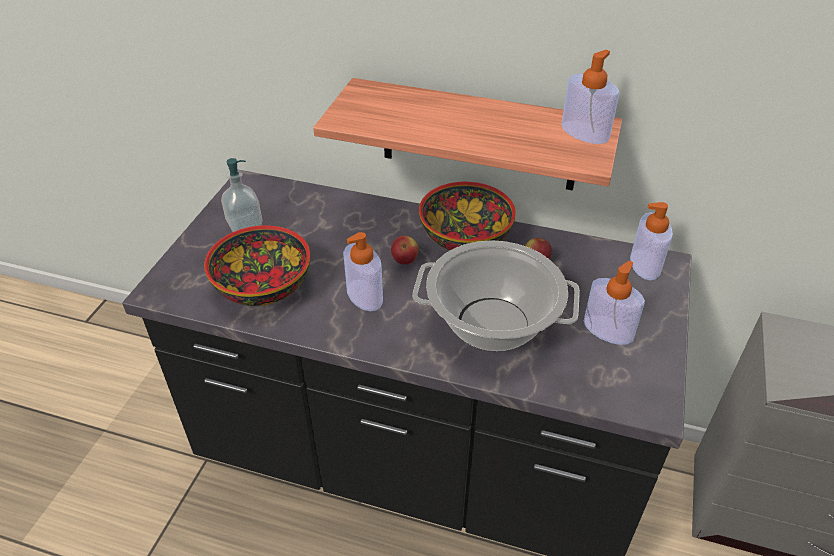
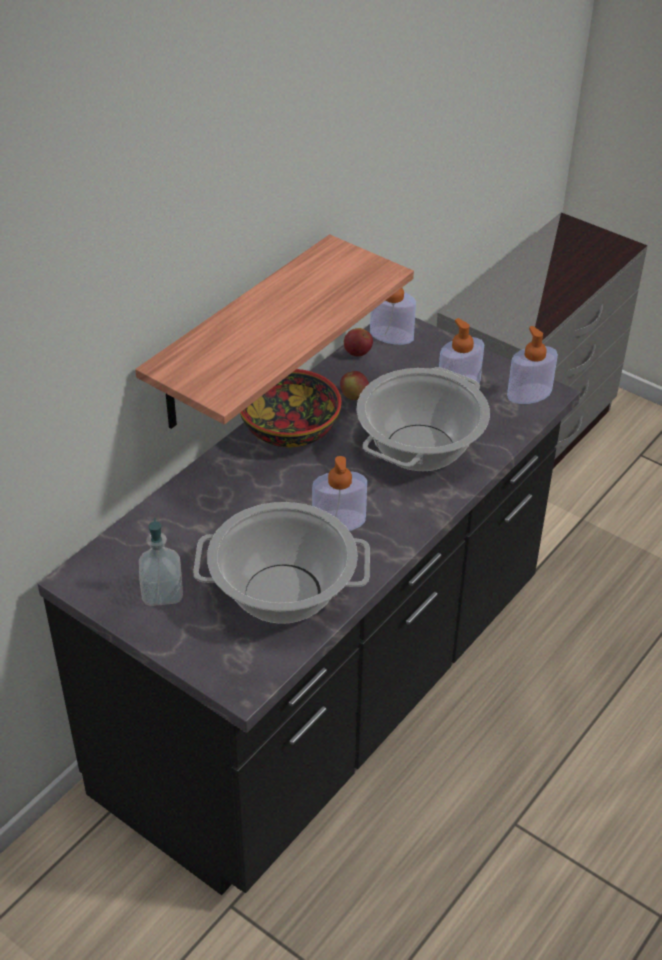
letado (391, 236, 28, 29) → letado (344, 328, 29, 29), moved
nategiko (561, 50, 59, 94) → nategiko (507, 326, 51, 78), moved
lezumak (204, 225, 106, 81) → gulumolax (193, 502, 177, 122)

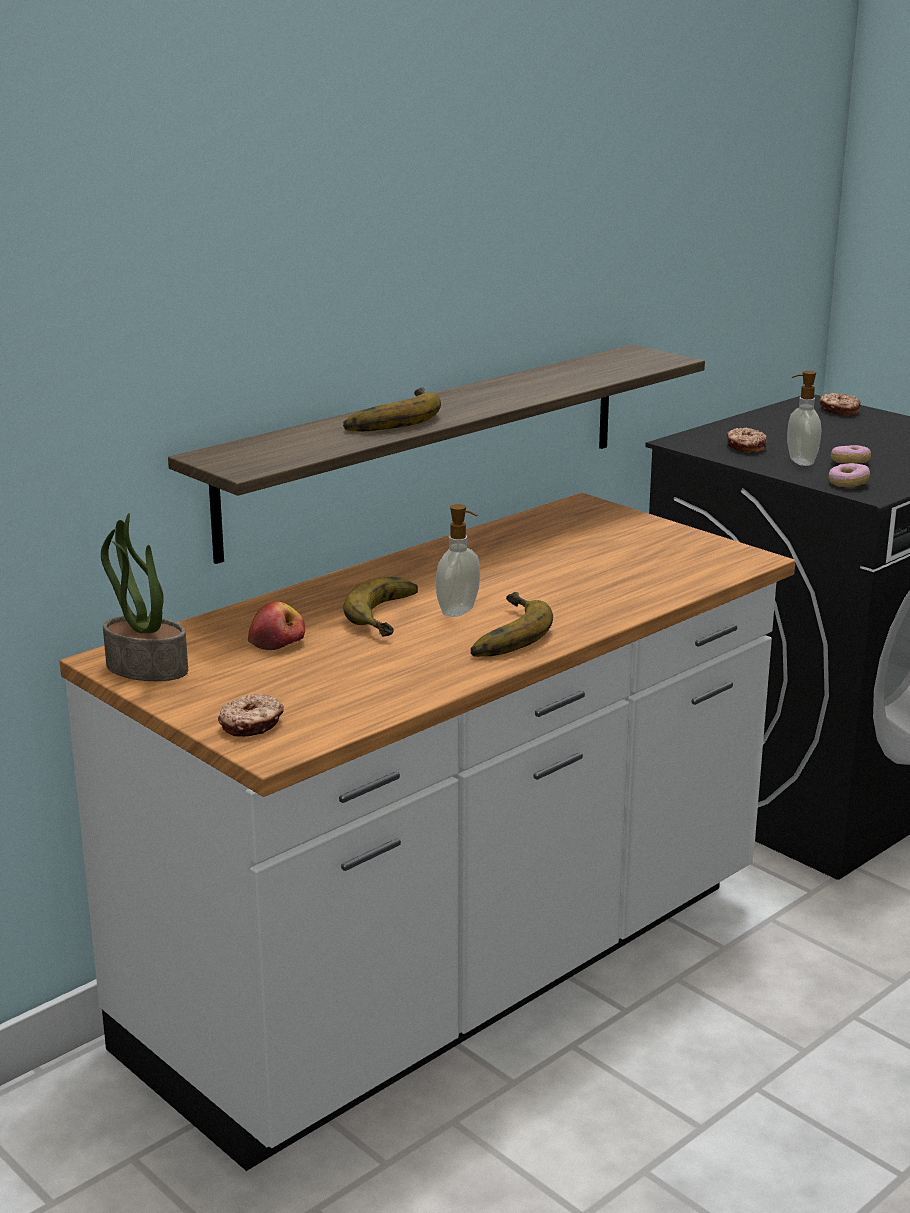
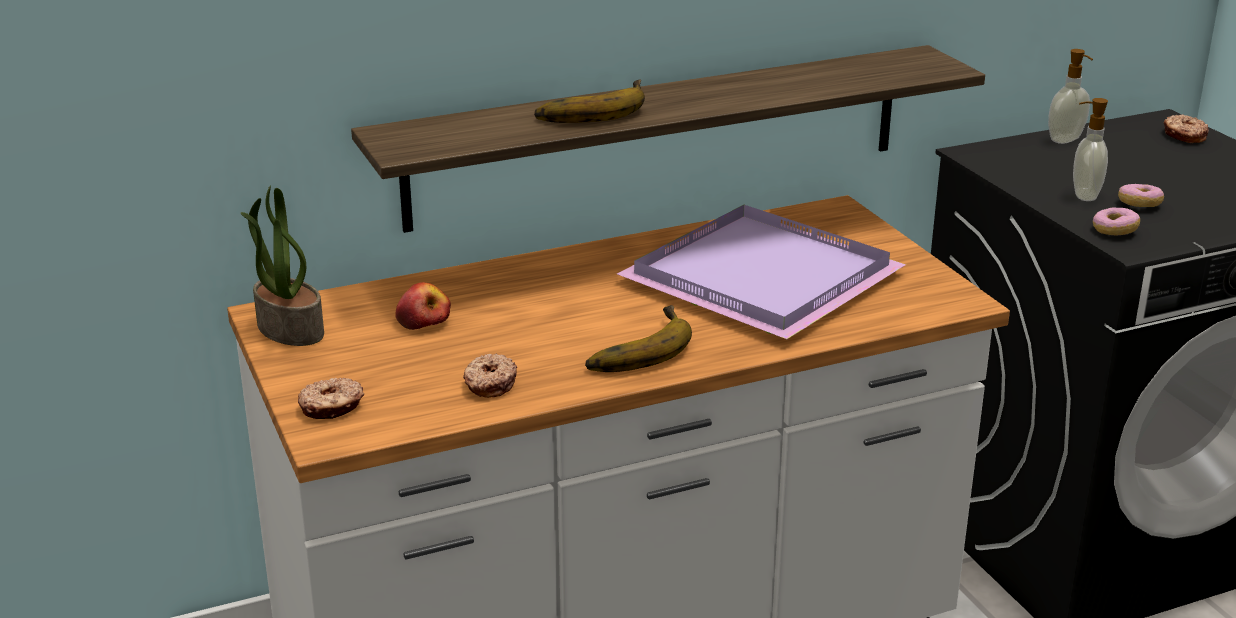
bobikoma (343, 577, 75, 60) → -
- → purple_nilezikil (617, 205, 289, 134)
nategiko (436, 504, 44, 113) → nategiko (1048, 49, 45, 95), moved
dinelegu (727, 427, 40, 26) → dinelegu (463, 354, 54, 44), moved

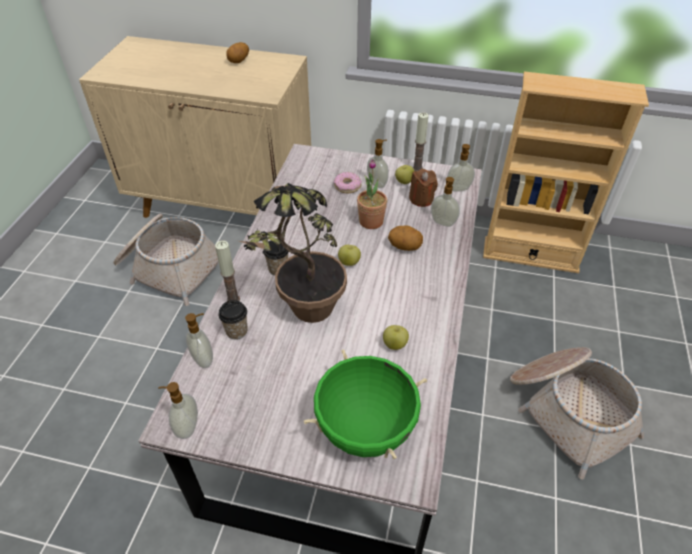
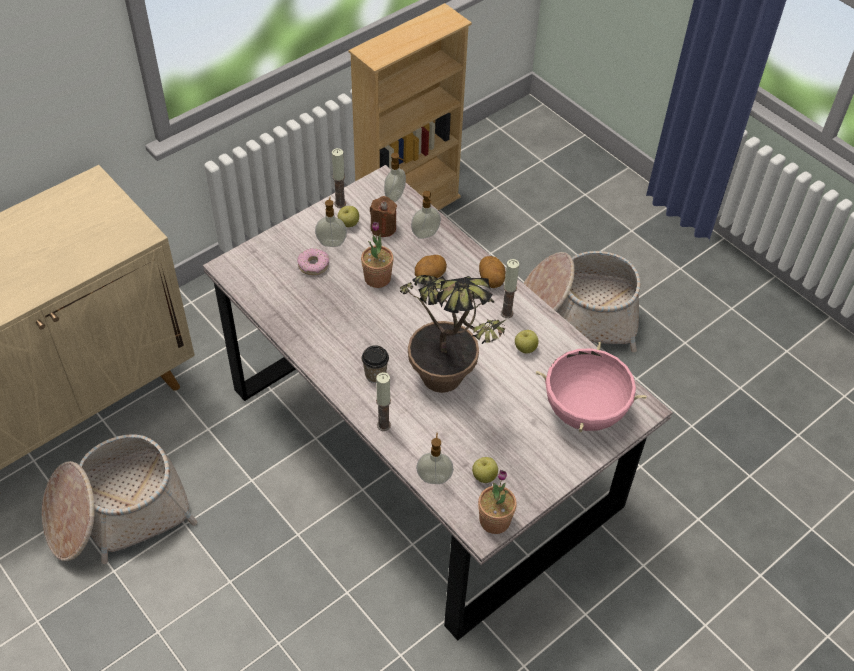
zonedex (218, 300, 30, 40) → -
- → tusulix (501, 259, 18, 59)
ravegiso (226, 42, 23, 21) → ravegiso (479, 256, 26, 32), moved
letado (338, 245, 23, 21) → letado (472, 457, 26, 26), moved
nategiko (159, 382, 39, 57) → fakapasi (478, 470, 39, 64)
green_gulumolax (304, 349, 123, 110) → pink_gulumolax (536, 342, 111, 90)

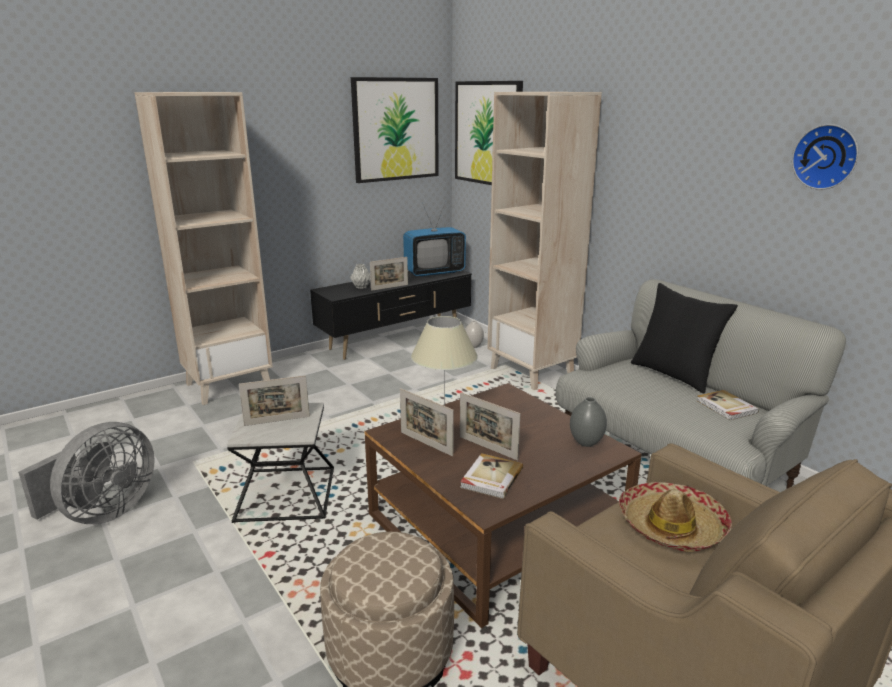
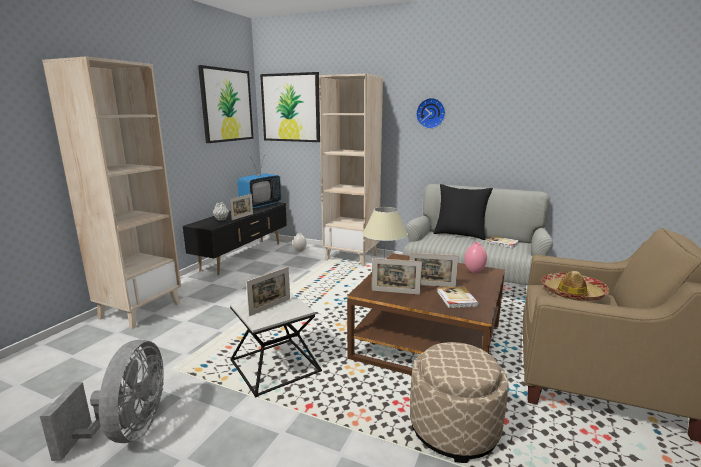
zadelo (792, 124, 66, 66) → zadelo (416, 98, 29, 31), moved
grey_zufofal (570, 397, 37, 50) → pink_zufofal (464, 242, 23, 31)

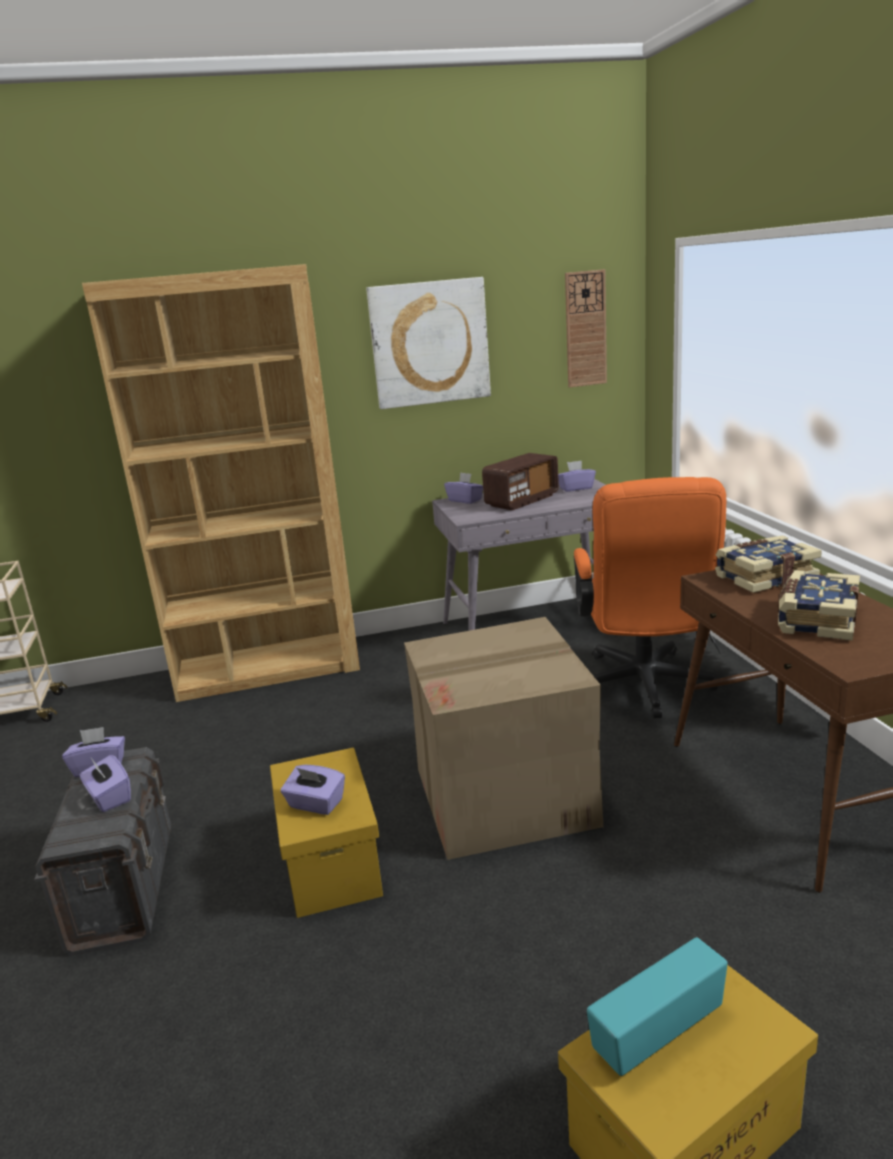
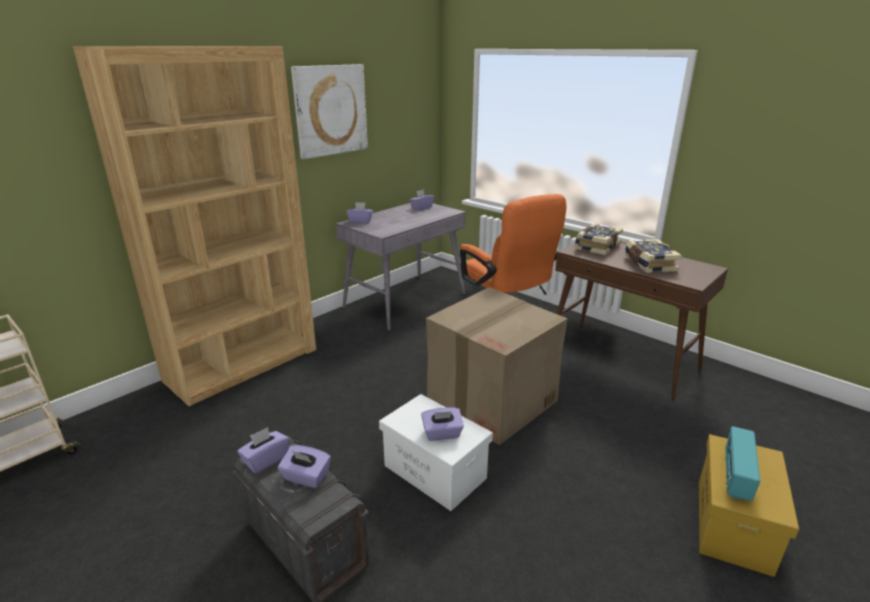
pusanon (482, 453, 77, 57) → -
zadelo (565, 269, 42, 119) → -
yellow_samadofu (270, 748, 113, 170) → white_samadofu (379, 394, 114, 117)

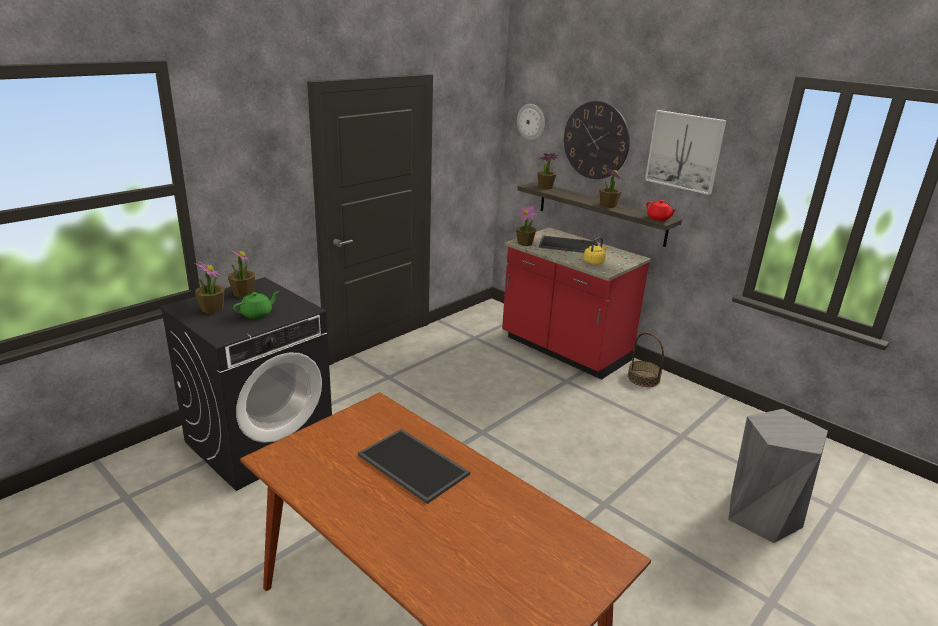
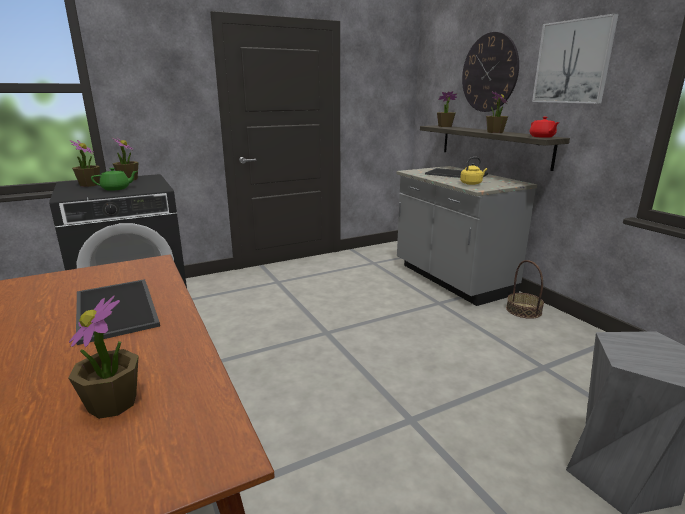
zadelo (517, 104, 28, 37) → -
fakapasi (516, 205, 21, 41) → fakapasi (68, 296, 71, 123), moved
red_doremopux (502, 227, 149, 153) → grey_doremopux (396, 166, 141, 140)

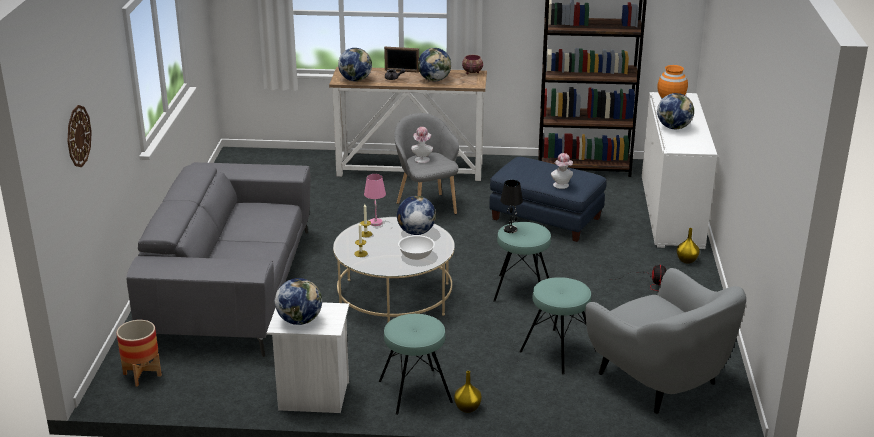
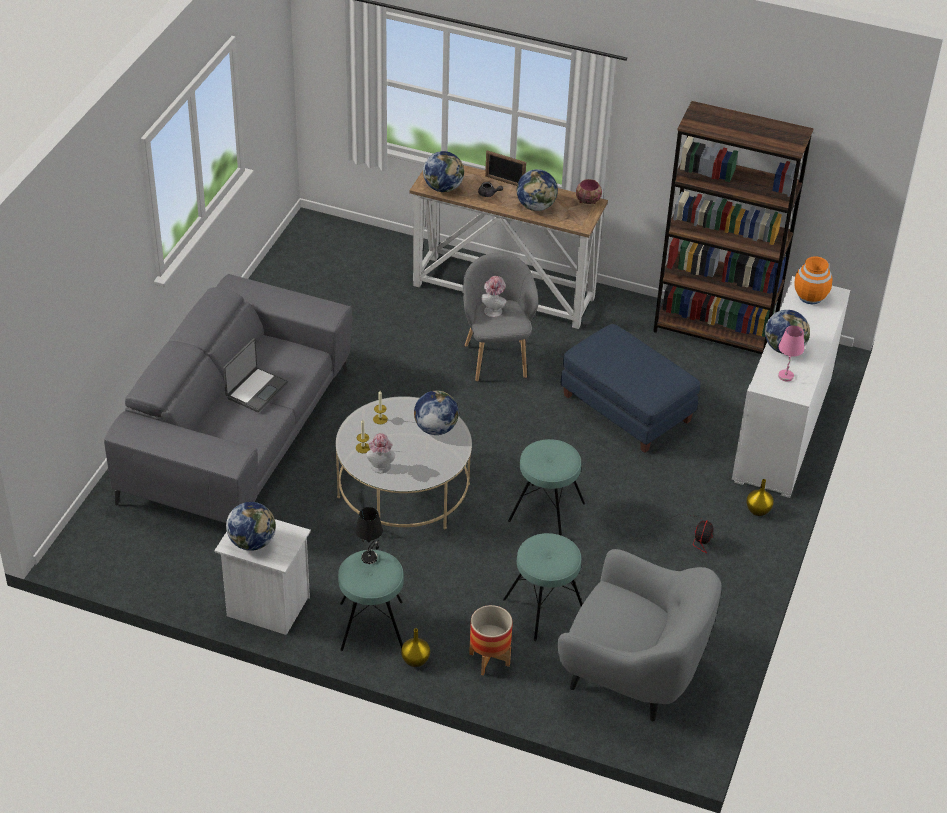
zadelo (68, 105, 24, 62) → -
white_lezumak (398, 235, 37, 25) → -
- → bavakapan (223, 338, 65, 74)
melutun (117, 320, 45, 66) → melutun (469, 605, 44, 71), moved
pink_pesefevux (364, 174, 22, 52) → pink_pesefevux (778, 325, 26, 57), moved
black_pesefevux (500, 180, 23, 53) → black_pesefevux (355, 507, 28, 57), moved
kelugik (551, 153, 22, 36) → kelugik (366, 433, 29, 40), moved
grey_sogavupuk (585, 268, 161, 146) → grey_sogavupuk (558, 549, 164, 172), 45 degrees counterclockwise

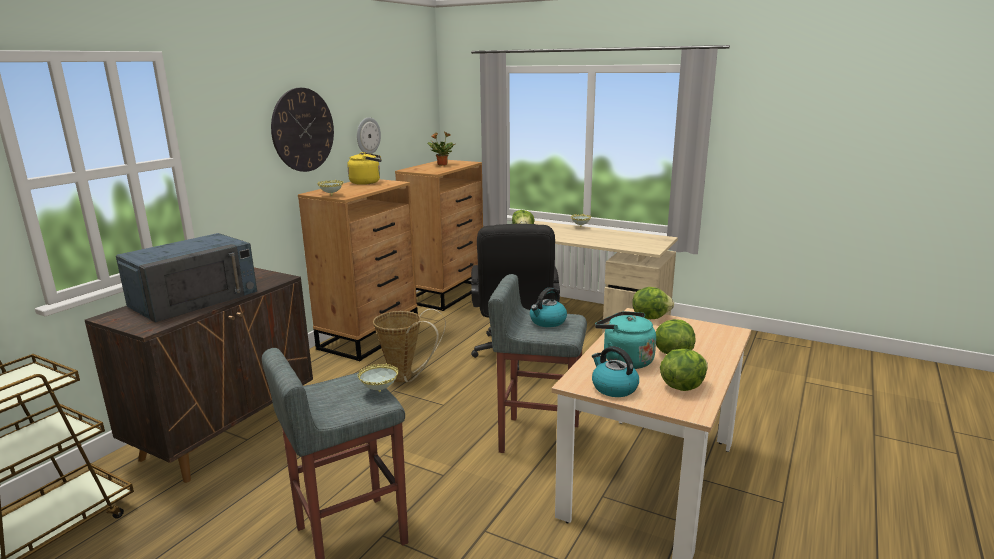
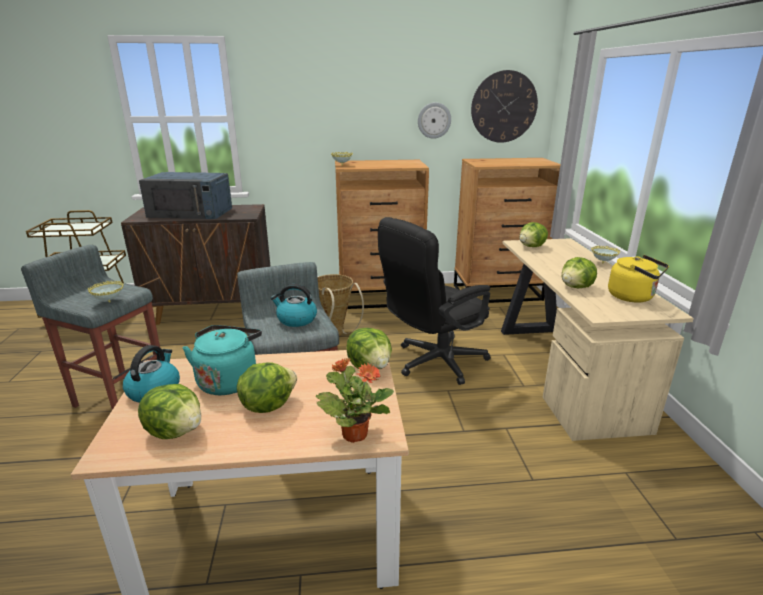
- → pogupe (562, 257, 35, 31)
zadelo (271, 88, 63, 84) → zadelo (471, 70, 67, 73), moved
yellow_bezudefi (347, 152, 35, 33) → yellow_bezudefi (608, 255, 61, 47), moved
fakapasi (427, 131, 28, 35) → fakapasi (316, 358, 78, 85), moved

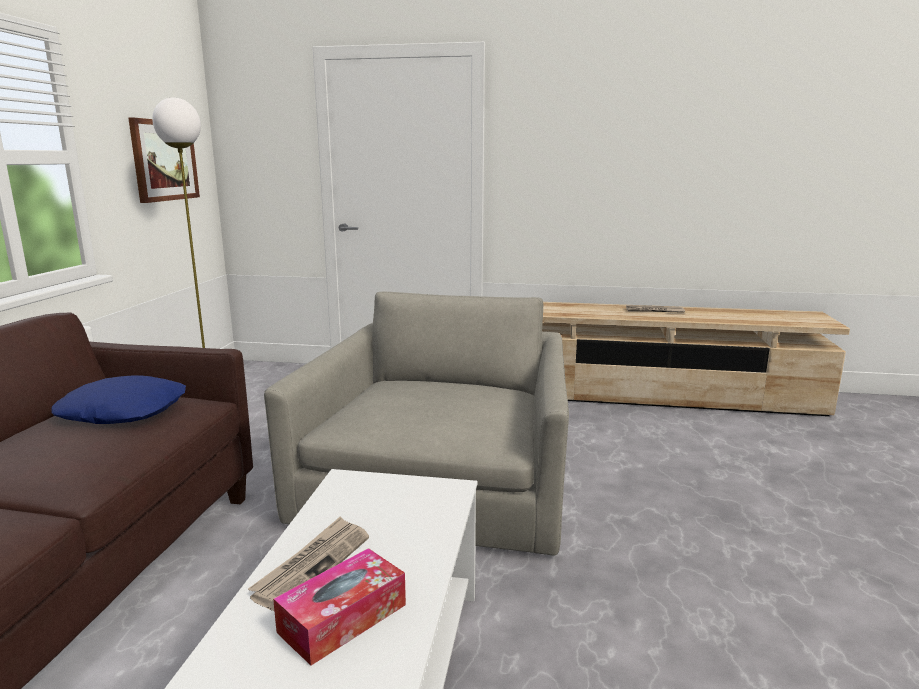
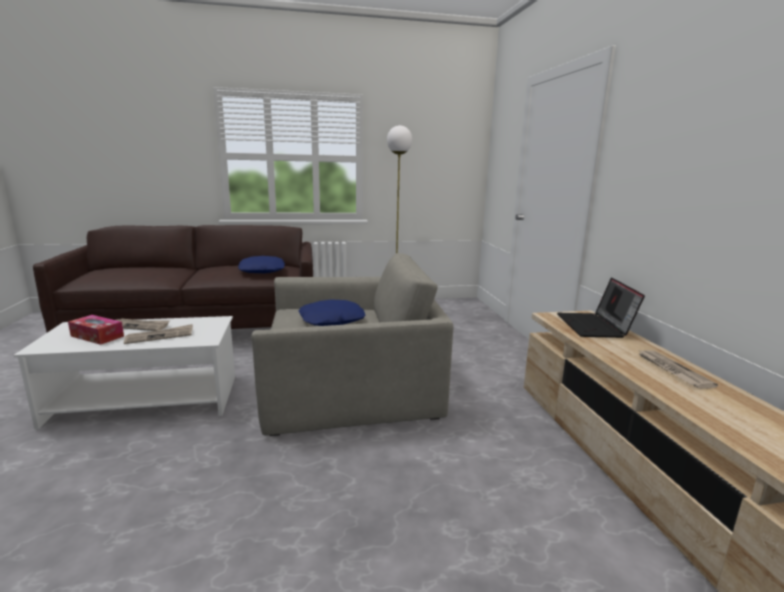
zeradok (128, 118, 72, 85) → -
- → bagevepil (124, 324, 69, 20)
- → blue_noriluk (299, 299, 66, 27)
- → bavakapan (557, 277, 88, 61)

